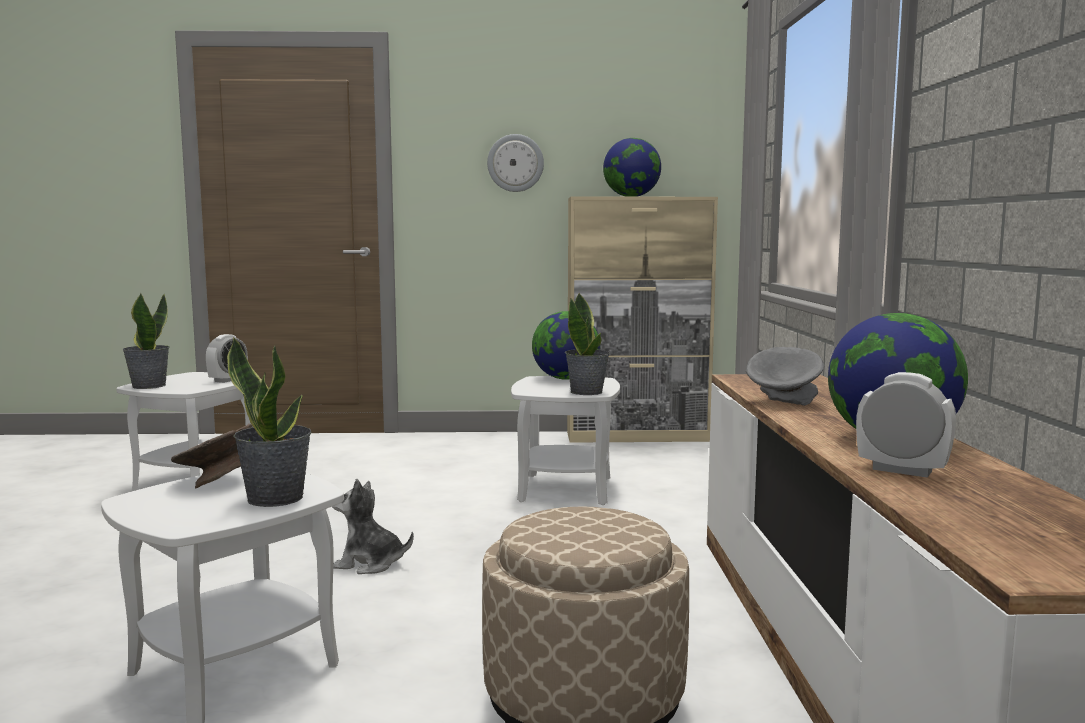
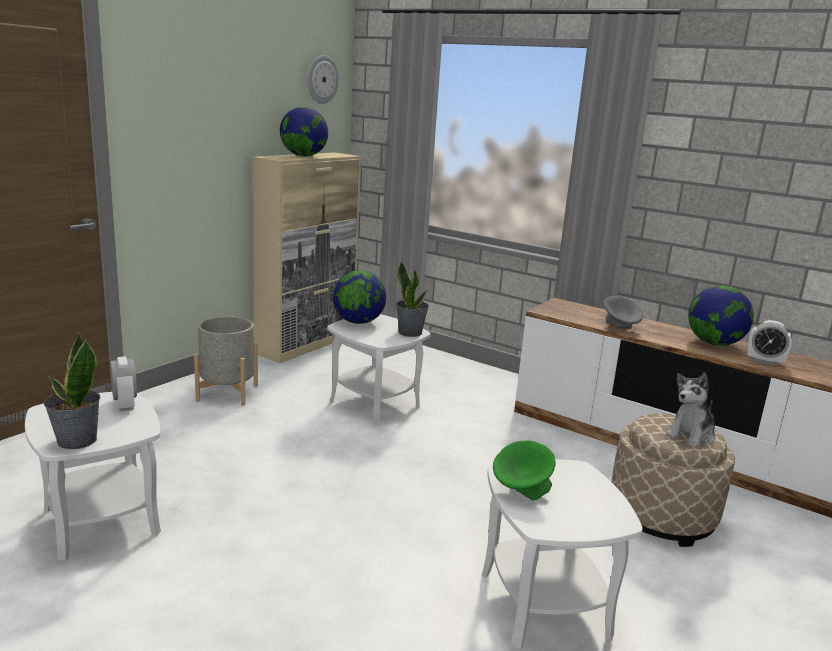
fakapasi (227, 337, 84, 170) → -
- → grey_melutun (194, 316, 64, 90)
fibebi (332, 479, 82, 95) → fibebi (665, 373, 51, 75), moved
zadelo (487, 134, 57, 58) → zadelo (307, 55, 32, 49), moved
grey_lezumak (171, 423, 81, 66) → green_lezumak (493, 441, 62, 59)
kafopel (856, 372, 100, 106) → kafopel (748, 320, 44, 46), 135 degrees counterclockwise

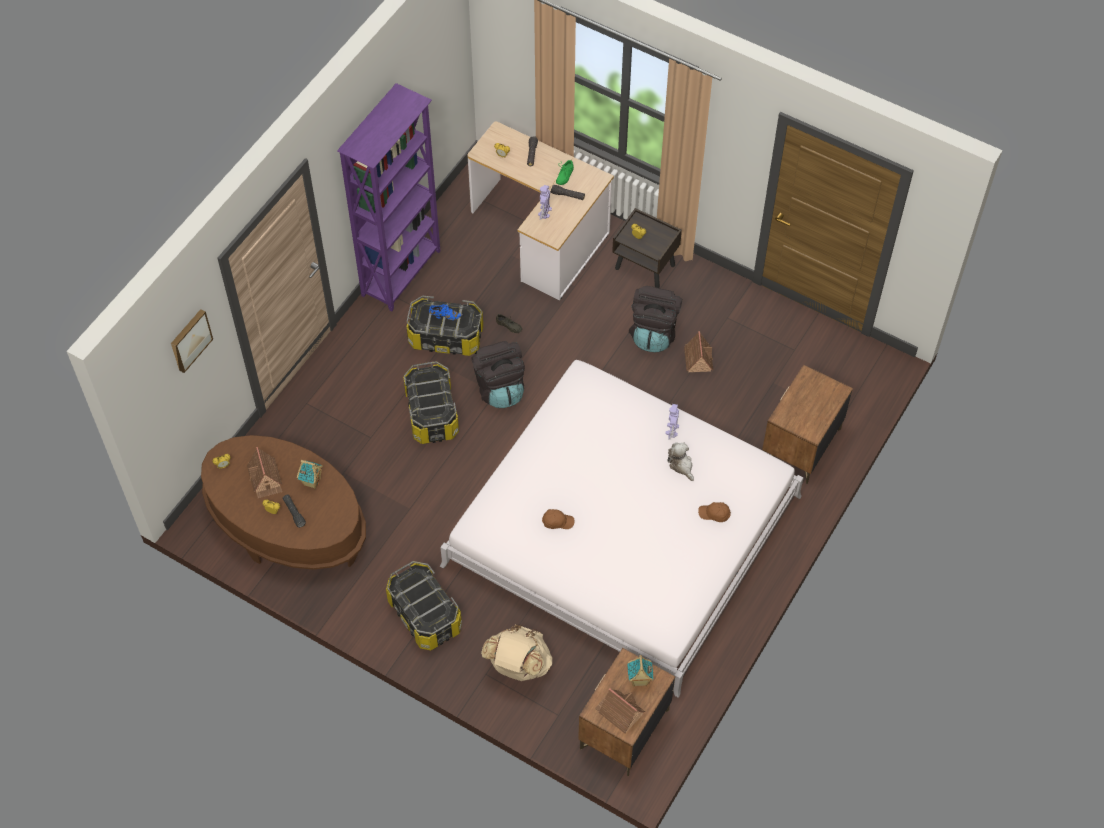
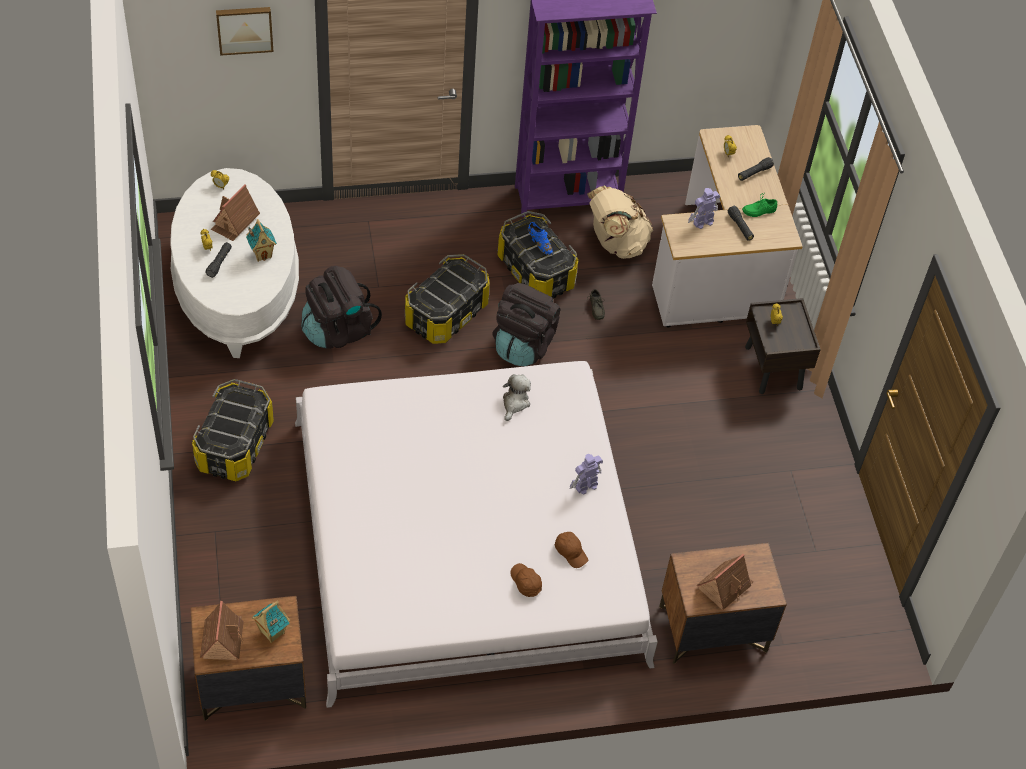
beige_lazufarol (481, 624, 71, 57) → beige_lazufarol (587, 186, 66, 73), moved
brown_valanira (542, 509, 32, 20) → brown_valanira (555, 532, 33, 36), moved
black_lazufarol (629, 286, 53, 67) → black_lazufarol (301, 266, 81, 83), moved
fibebi (667, 442, 27, 39) → fibebi (503, 374, 28, 47), moved
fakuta (684, 331, 29, 41) → fakuta (697, 554, 56, 56), moved
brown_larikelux (201, 435, 165, 135) → white_larikelux (170, 168, 129, 190)

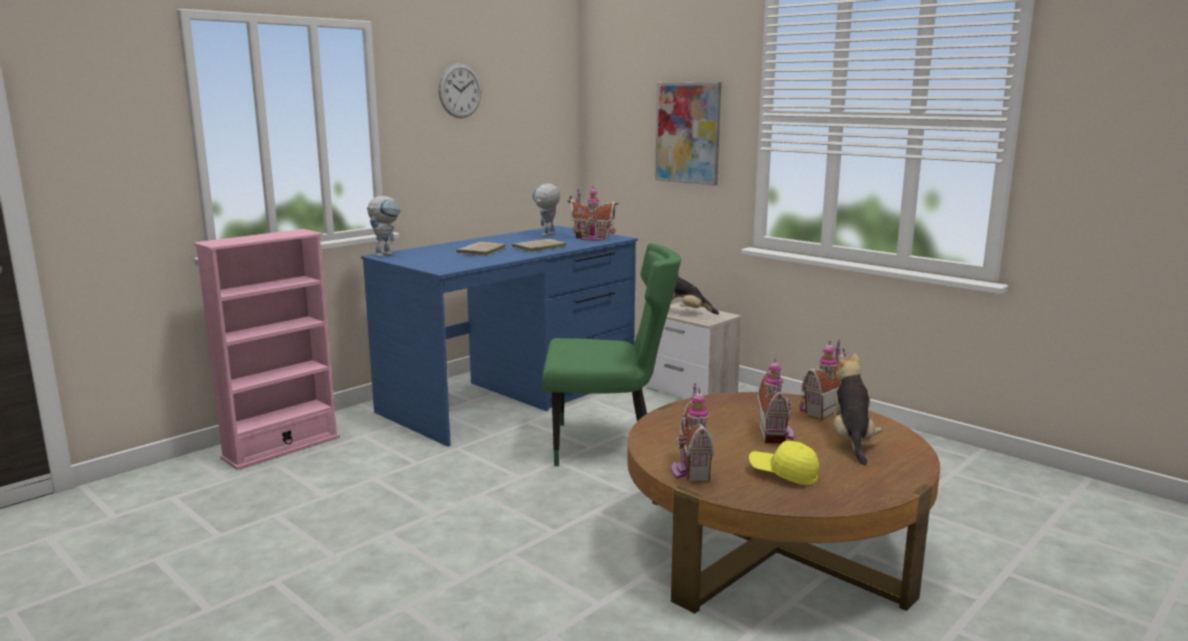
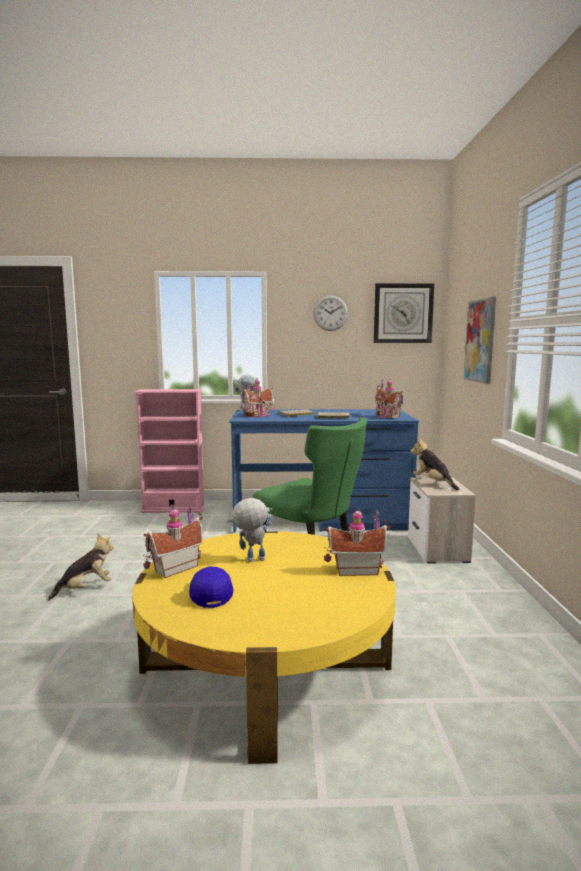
- → zadelo (374, 283, 60, 60)
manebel (532, 183, 28, 53) → manebel (228, 498, 45, 64), moved
fakuta (757, 358, 37, 85) → fakuta (241, 378, 33, 39), moved
fibebi (834, 353, 49, 112) → fibebi (48, 534, 66, 66), moved
brown_larikelux (627, 392, 313, 222) → yellow_larikelux (132, 531, 264, 233)
yellow_valanira (749, 441, 70, 44) → blue_valanira (189, 566, 45, 42)

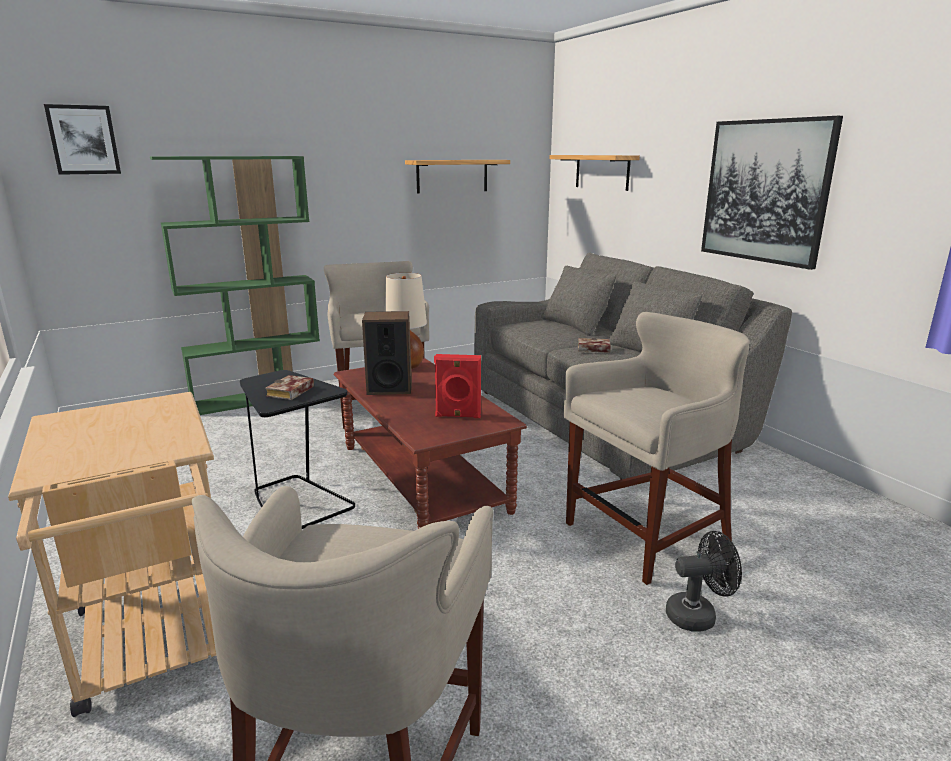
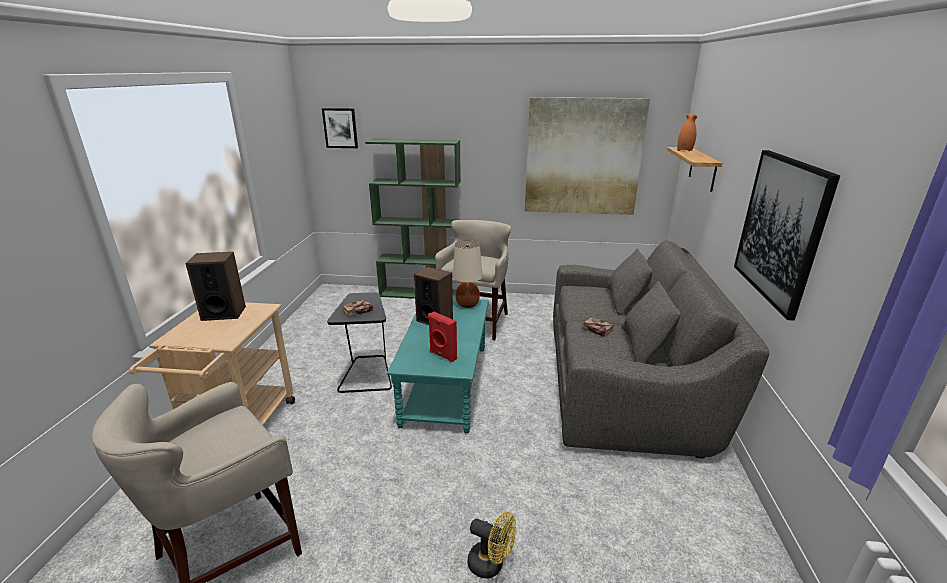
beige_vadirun (564, 312, 186, 273) → -
- → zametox (185, 252, 61, 69)
- → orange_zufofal (677, 113, 20, 38)
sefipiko (405, 160, 105, 34) → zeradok (525, 97, 125, 118)
brown_larikelux (333, 358, 194, 171) → turquoise_larikelux (387, 298, 102, 136)
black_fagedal (666, 531, 76, 101) → yellow_fagedal (468, 512, 48, 67)

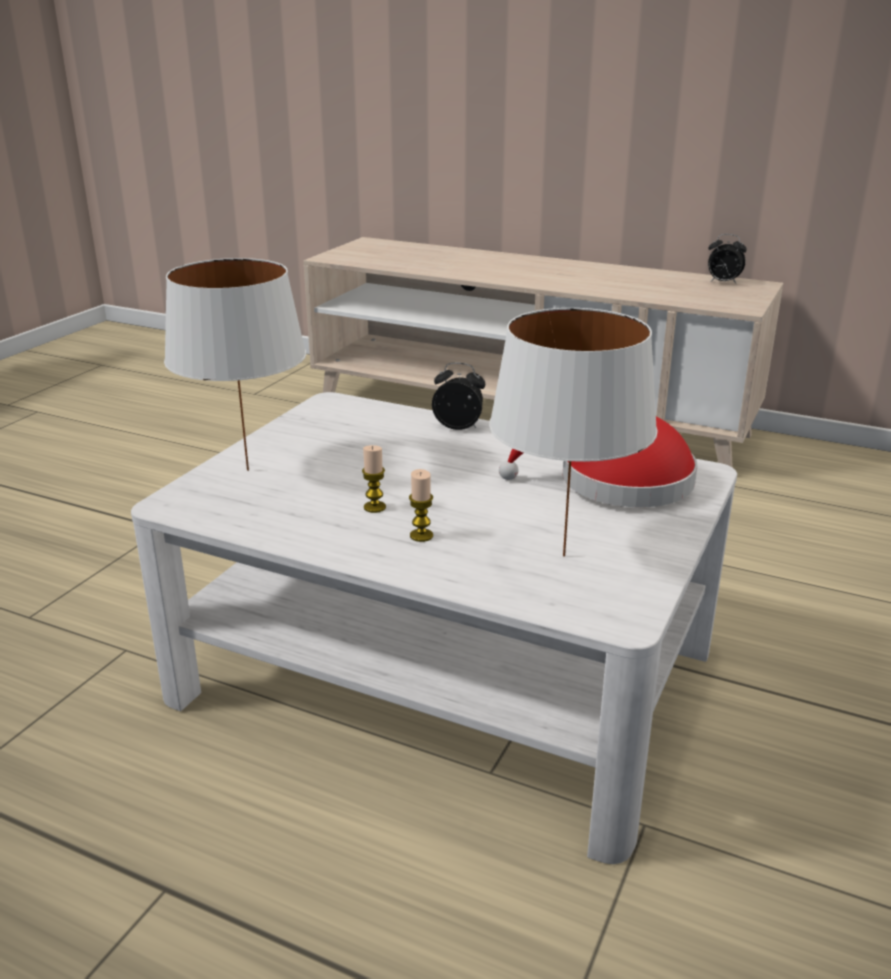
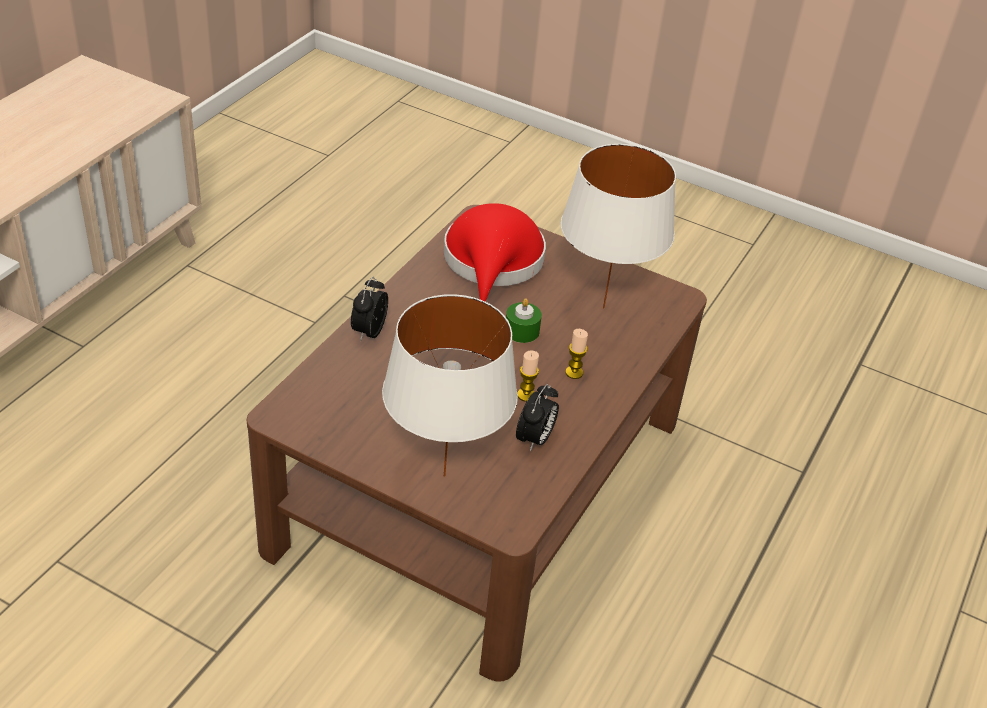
- → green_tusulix (506, 298, 36, 45)
kafopel (708, 234, 39, 50) → kafopel (516, 384, 43, 67), moved
white_larikelux (131, 392, 606, 472) → brown_larikelux (247, 205, 460, 477)

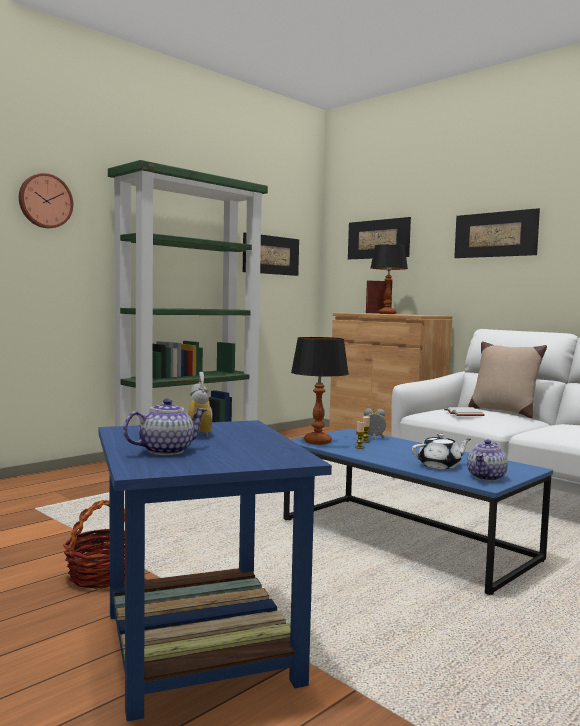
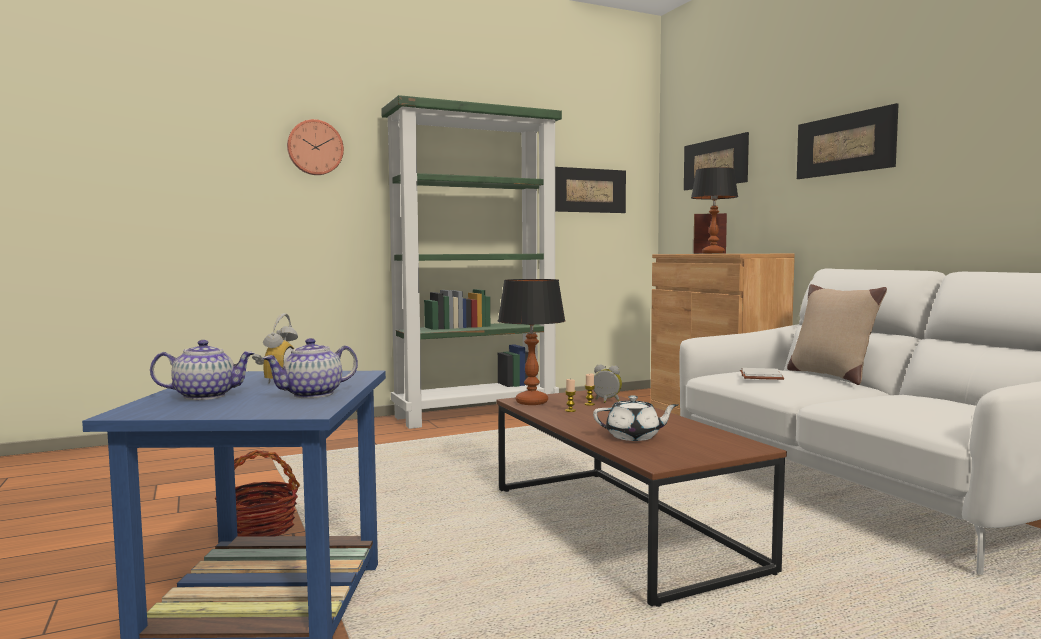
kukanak (467, 440, 41, 41) → kukanak (262, 338, 96, 60), moved
blue_larikelux (283, 428, 270, 167) → brown_larikelux (496, 390, 291, 217)

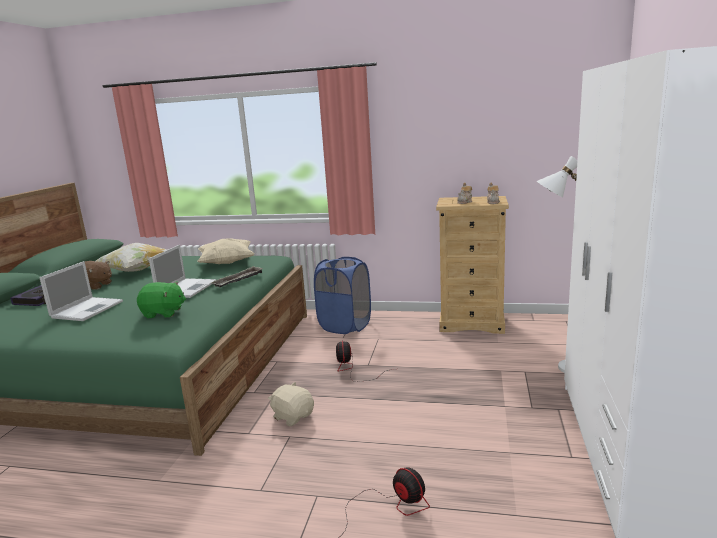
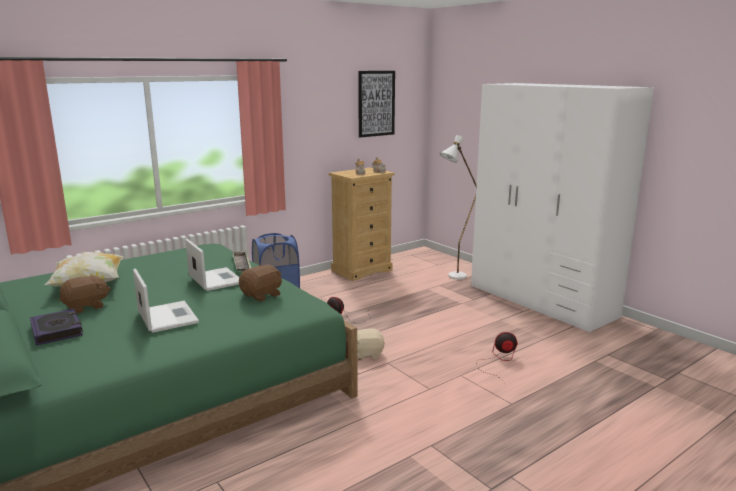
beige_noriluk (197, 238, 58, 26) → -
- → zeradok (358, 71, 37, 67)
green_fibebi (137, 281, 49, 37) → brown_fibebi (239, 265, 43, 37)

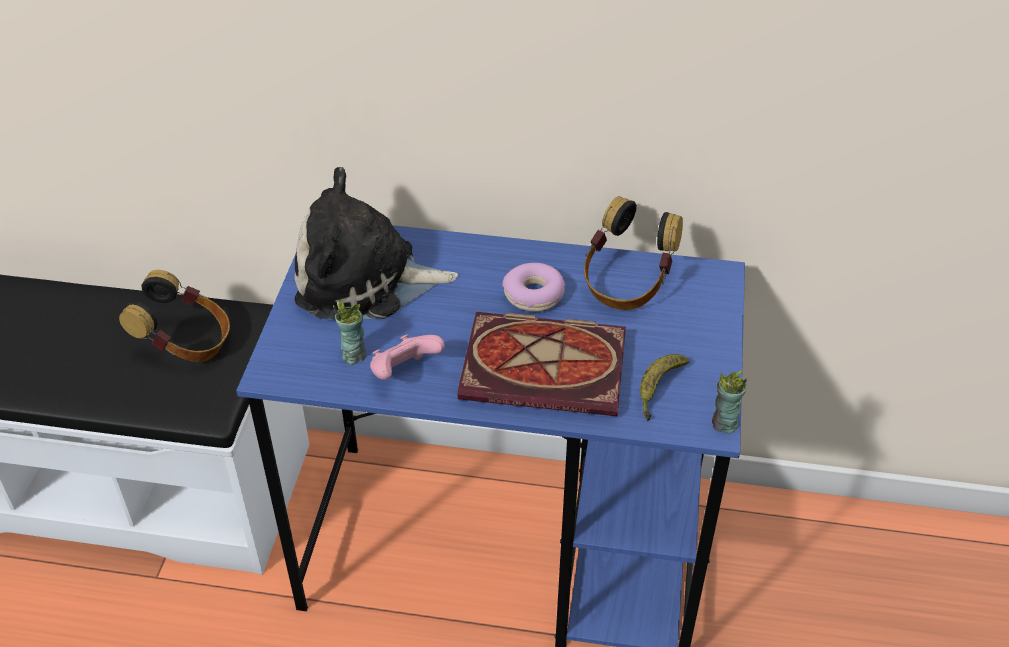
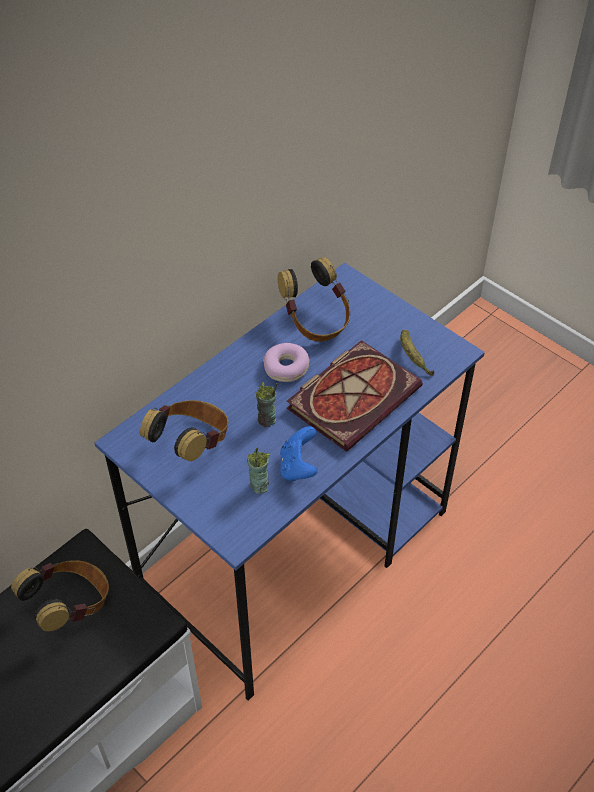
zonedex (712, 371, 35, 63) → zonedex (256, 382, 21, 45), moved
fibebi (295, 167, 163, 152) → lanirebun (140, 400, 89, 61)
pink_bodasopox (370, 334, 75, 46) → blue_bodasopox (280, 426, 38, 56)

